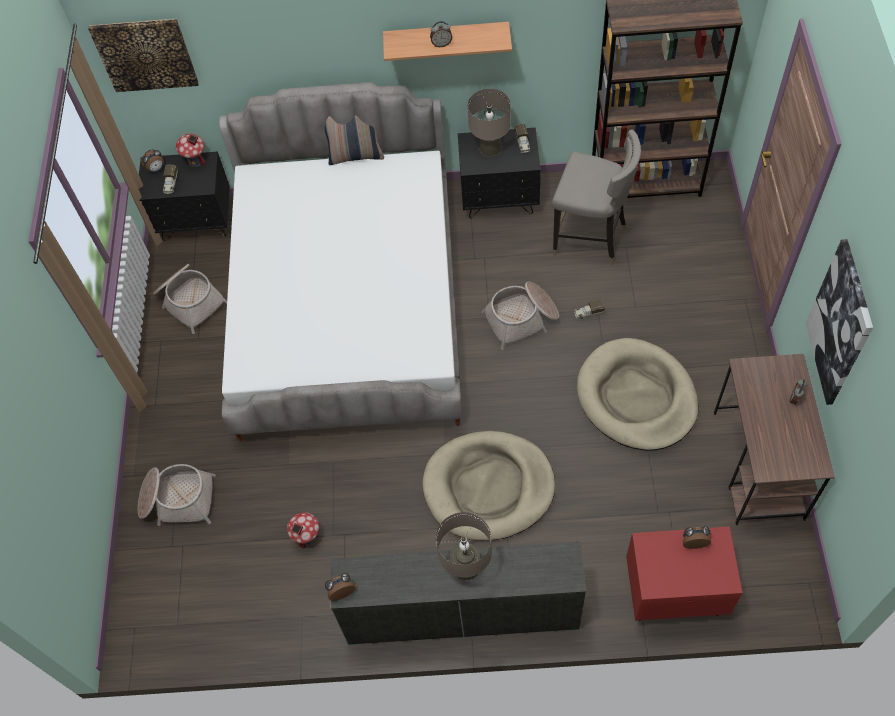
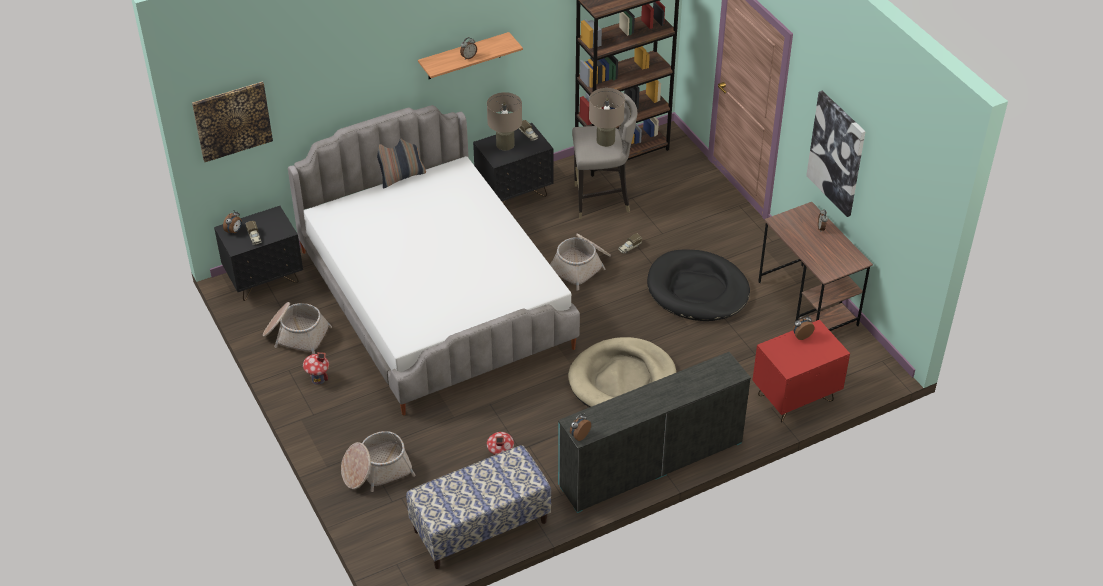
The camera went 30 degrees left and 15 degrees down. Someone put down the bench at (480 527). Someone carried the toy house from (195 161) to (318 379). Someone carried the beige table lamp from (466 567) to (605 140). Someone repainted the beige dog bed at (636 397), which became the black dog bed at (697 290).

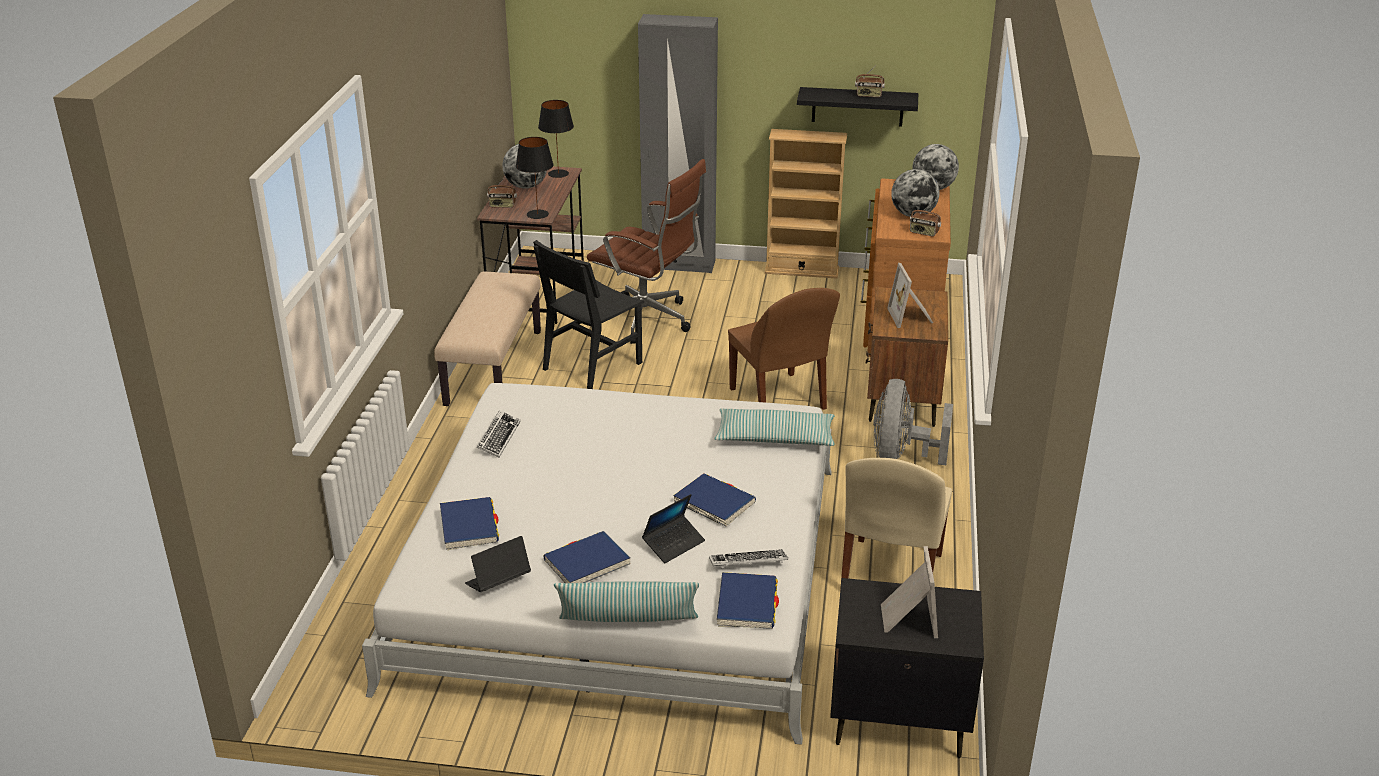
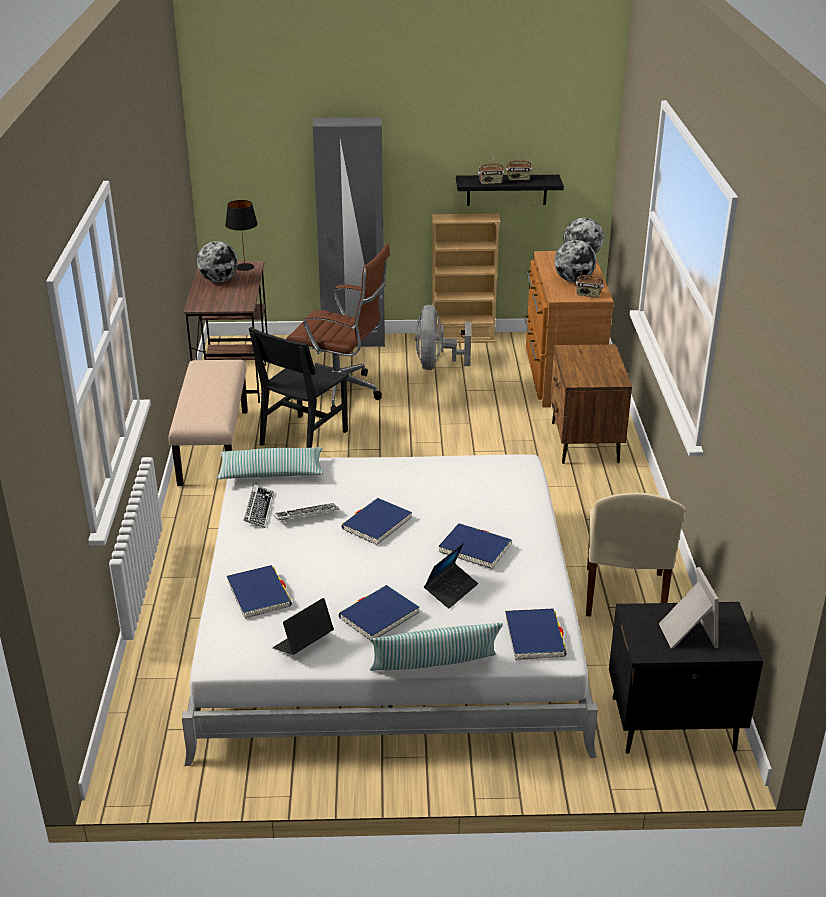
The camera went 10 degrees left and 0 degrees up. Someone took away the black table lamp at (537 214). Someone took away the brown chair at (778 400). Someone took away the picture frame at (911 316). Someone put down the blue book at (377 524). Someone carried the radio from (502 206) to (490 182). Someone carried the keyboard from (748 563) to (306 516). Someone carried the pillow from (774 438) to (271 473). Someone carried the grey fan from (901 458) to (437 365).

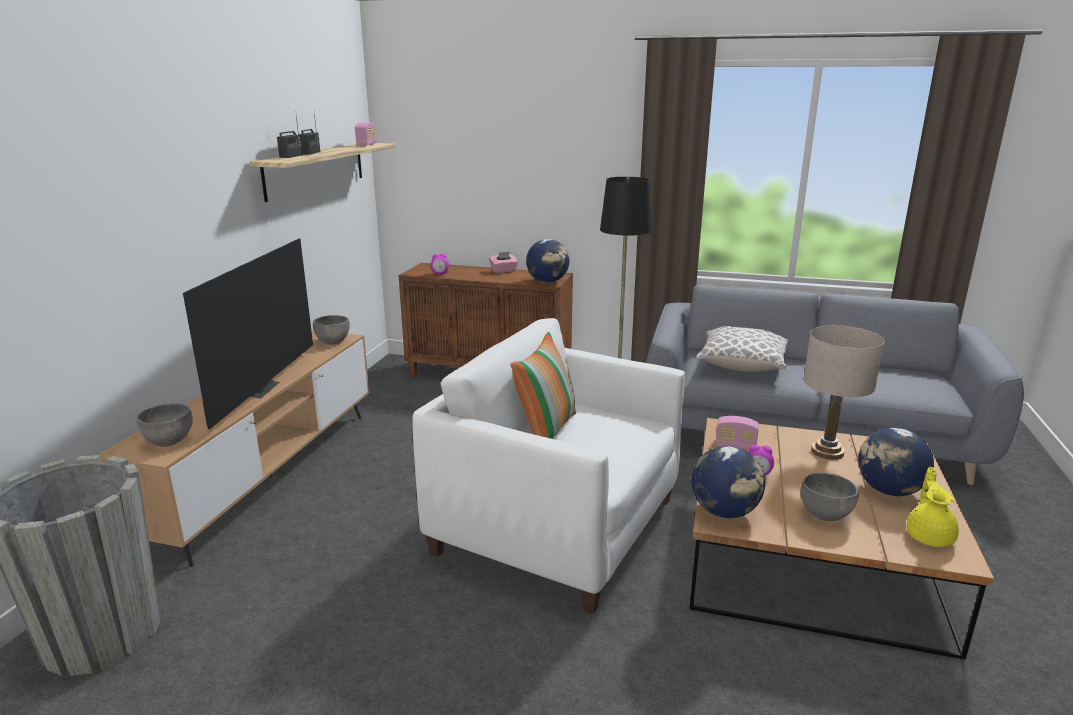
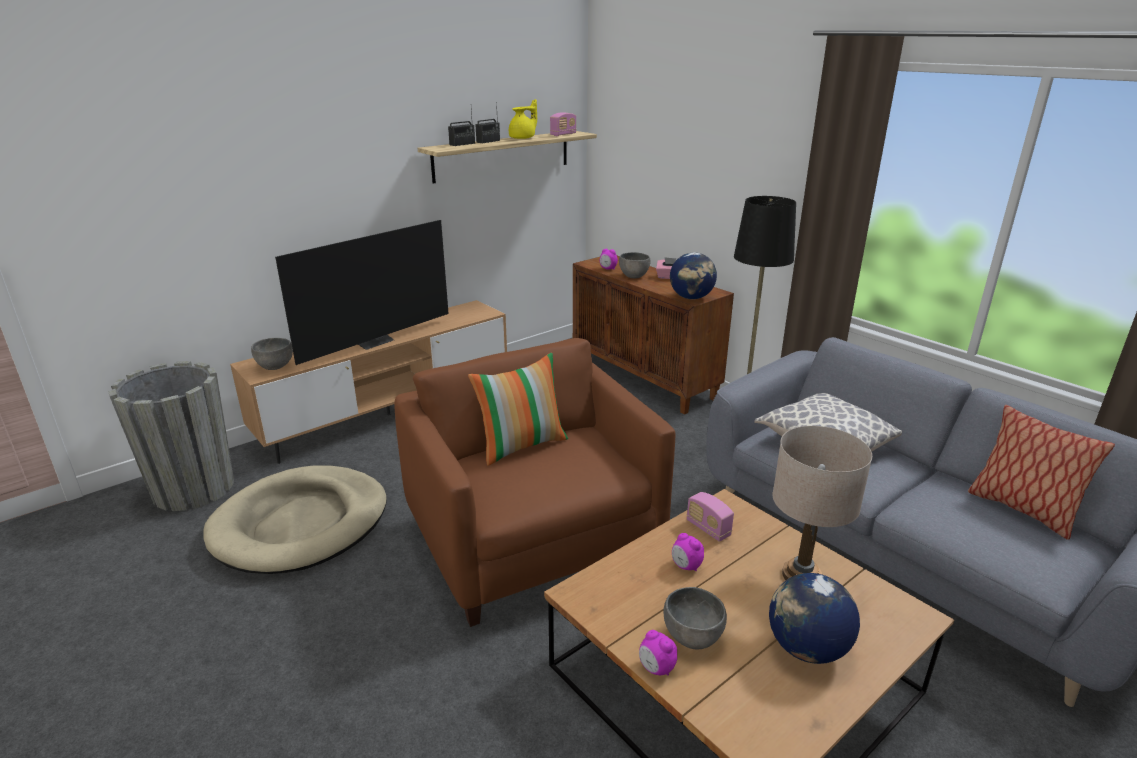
The camera went 35 degrees right and 5 degrees up. Someone took away the globe at (724 512). Someone put down the beige dog bed at (301 524). Someone put down the alarm clock at (656 668). Someone put down the pillow at (1021 509). Someone carried the grey bowl from (333 342) to (634 276). Someone carried the yellow teapot from (929 536) to (523 138). Someone repainted the white armchair at (558 526), which became the brown armchair at (534 540).

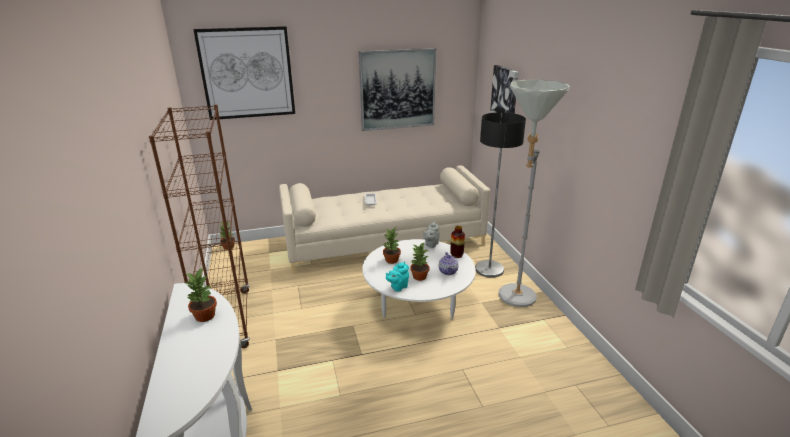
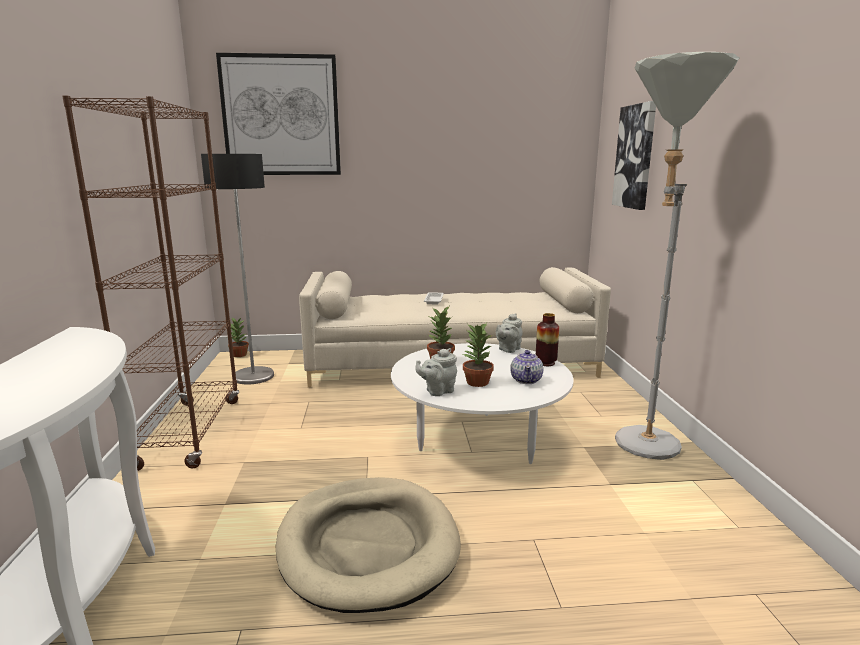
The camera went 10 degrees right and 10 degrees down. Someone took away the potted plant at (205 316). Someone took away the picture at (397 89). Someone put down the beige dog bed at (368 545). Someone carried the floor lamp from (489 269) to (254 376). Someone repainted the turquoise teapot at (398 287), which became the grey teapot at (438 391).

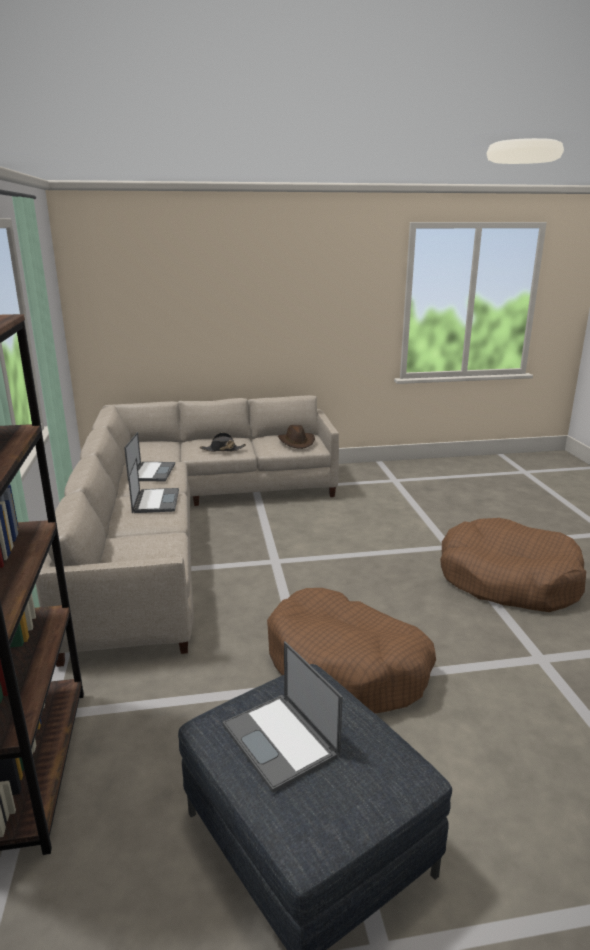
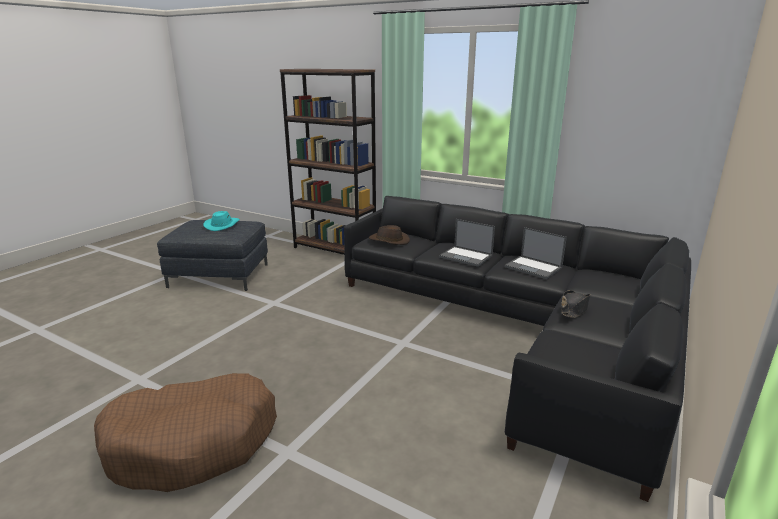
The camera went 130 degrees right and 0 degrees up. Someone took away the brown dog bed at (347 666). Someone carried the brown hat from (296 442) to (389 240). Someone swapped the laptop at (281 741) for the turquoise hat at (222 225). Someone repainted the beige sofa at (183 524), which became the black sofa at (520 329).

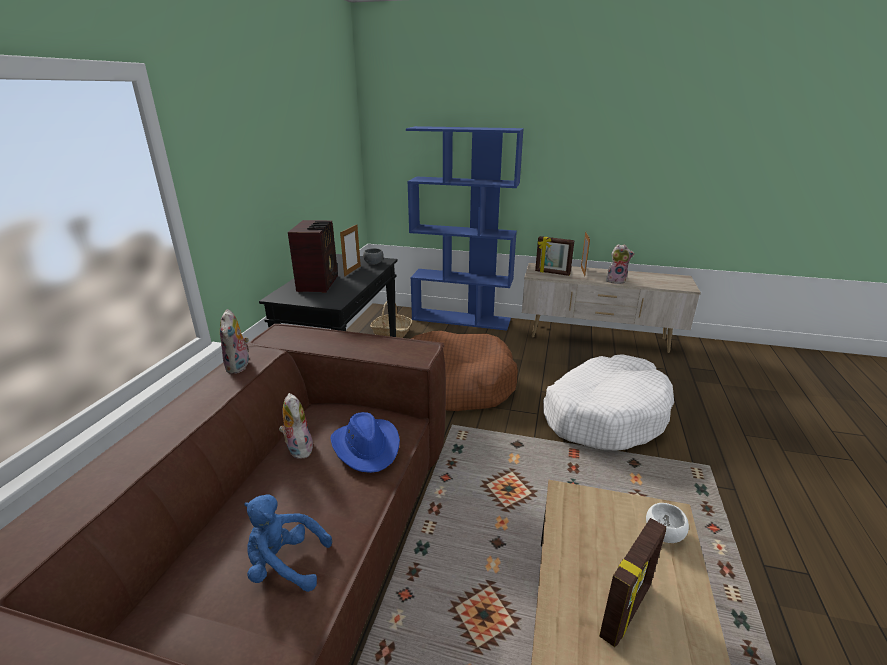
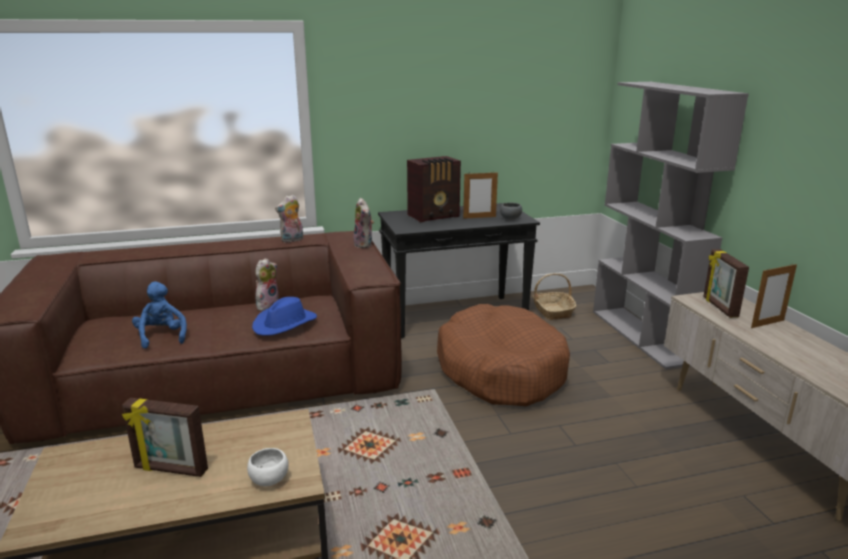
The camera went 60 degrees right and 5 degrees down. Someone took away the white dog bed at (604 414). Someone carried the plush toy from (616 281) to (365 244). Someone repainted the blue bookcase at (462 319), which became the grey bookcase at (642 336).

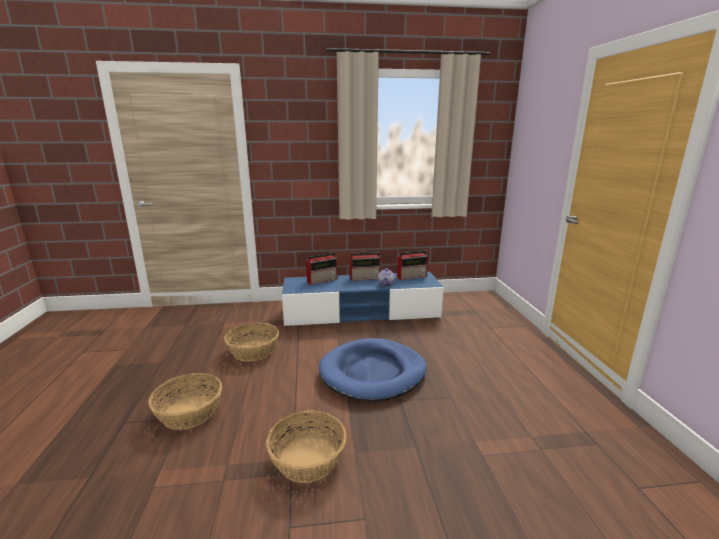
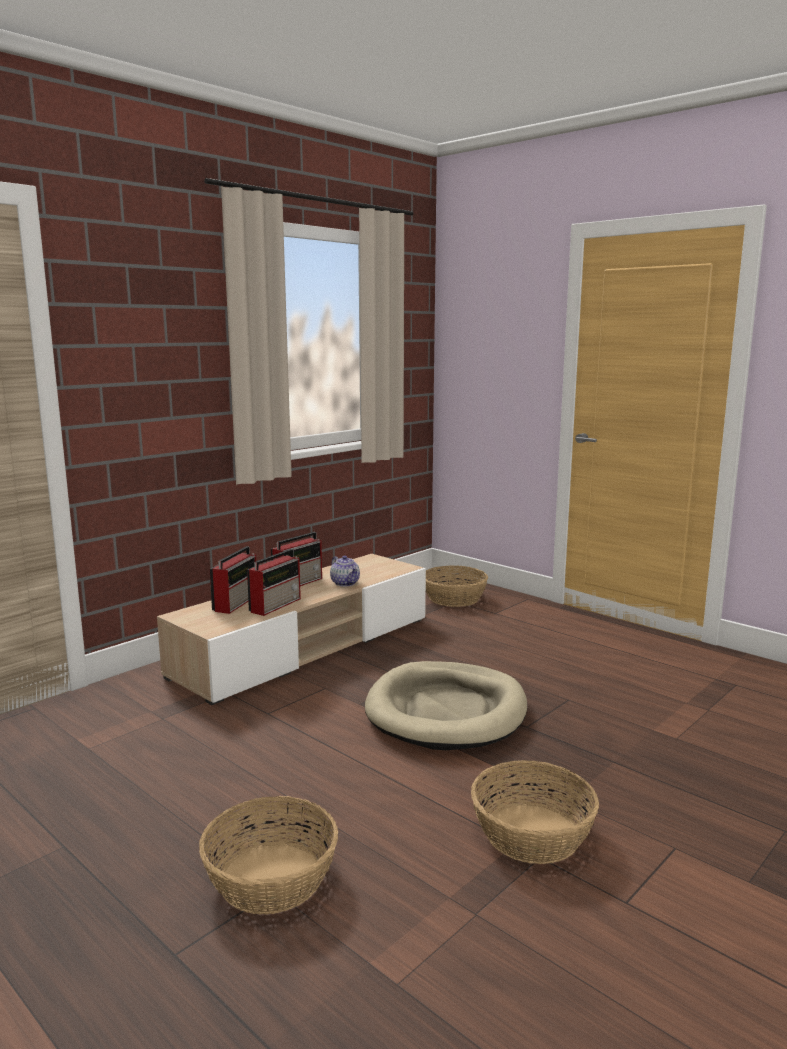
The camera went 40 degrees left and 5 degrees down. Someone carried the basket from (253 351) to (454 598). Someone carried the radio from (412 277) to (276 605). Someone repainted the blue tv stand at (361 313), which became the beige tv stand at (305 647). Someone repainted the blue dog bed at (373 373), which became the beige dog bed at (446 711).

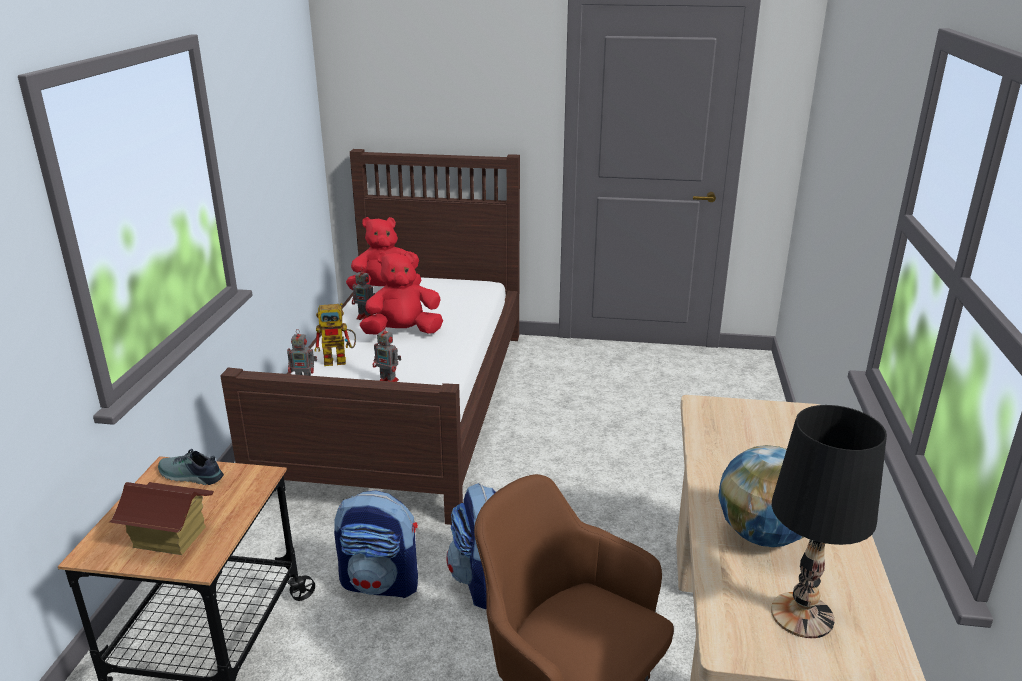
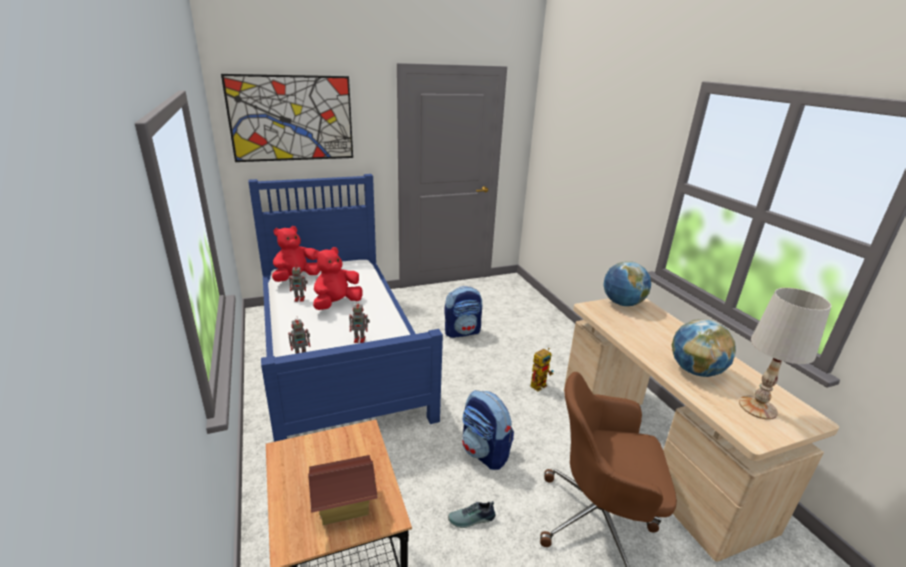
The camera went 30 degrees left and 0 degrees up. Someone put up the picture at (292 118). Someone put down the globe at (622 303). Someone carried the shoe from (190 476) to (472 519). Someone carried the toy robot from (340 360) to (539 383). Someone carried the backpack from (381 583) to (462 332). Someone repainted the brown bed at (405 405), which became the blue bed at (339 353). Someone repainted the black table lamp at (803 616), which became the white table lamp at (758 407).

